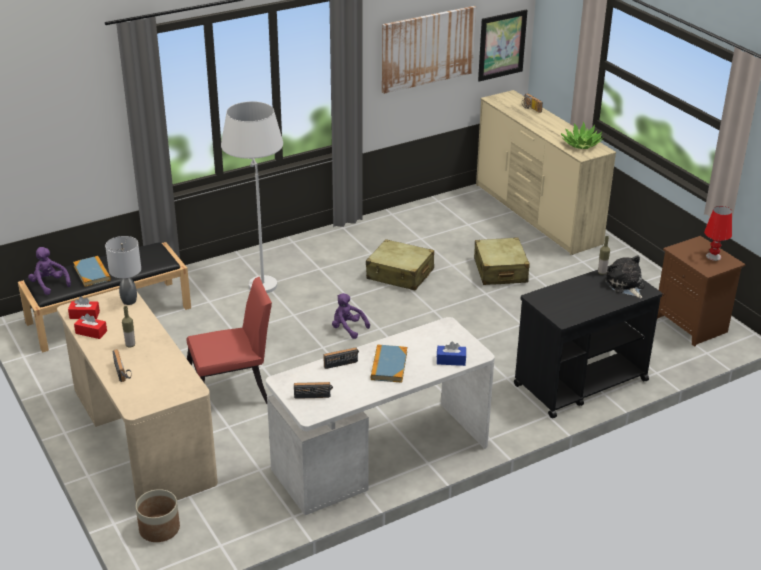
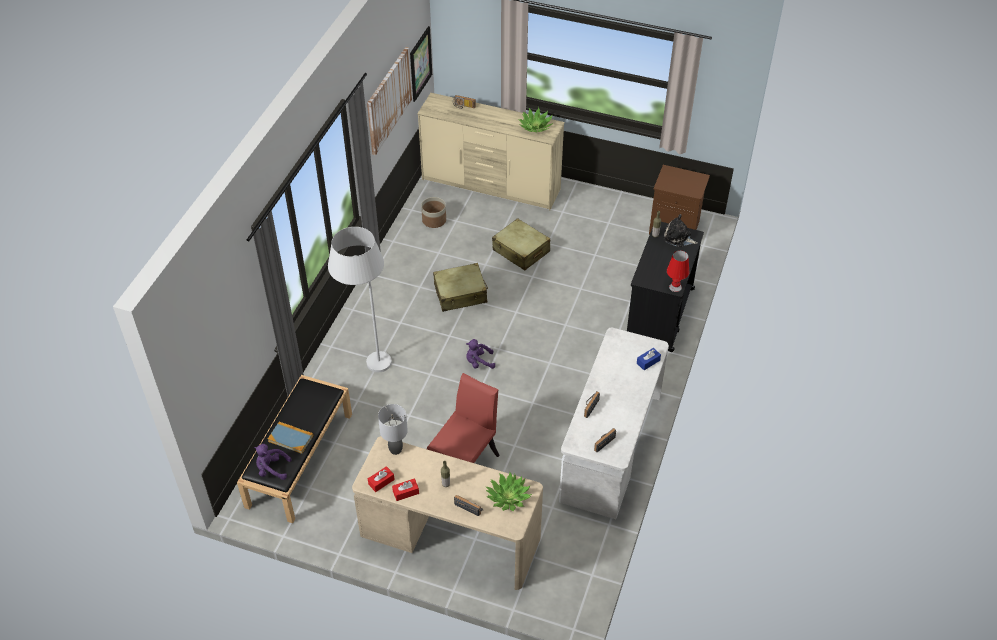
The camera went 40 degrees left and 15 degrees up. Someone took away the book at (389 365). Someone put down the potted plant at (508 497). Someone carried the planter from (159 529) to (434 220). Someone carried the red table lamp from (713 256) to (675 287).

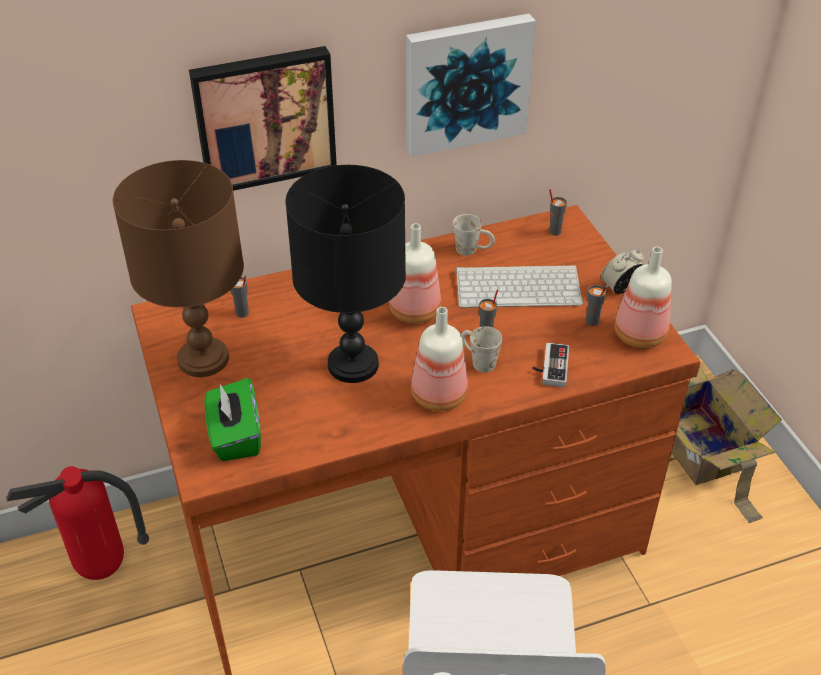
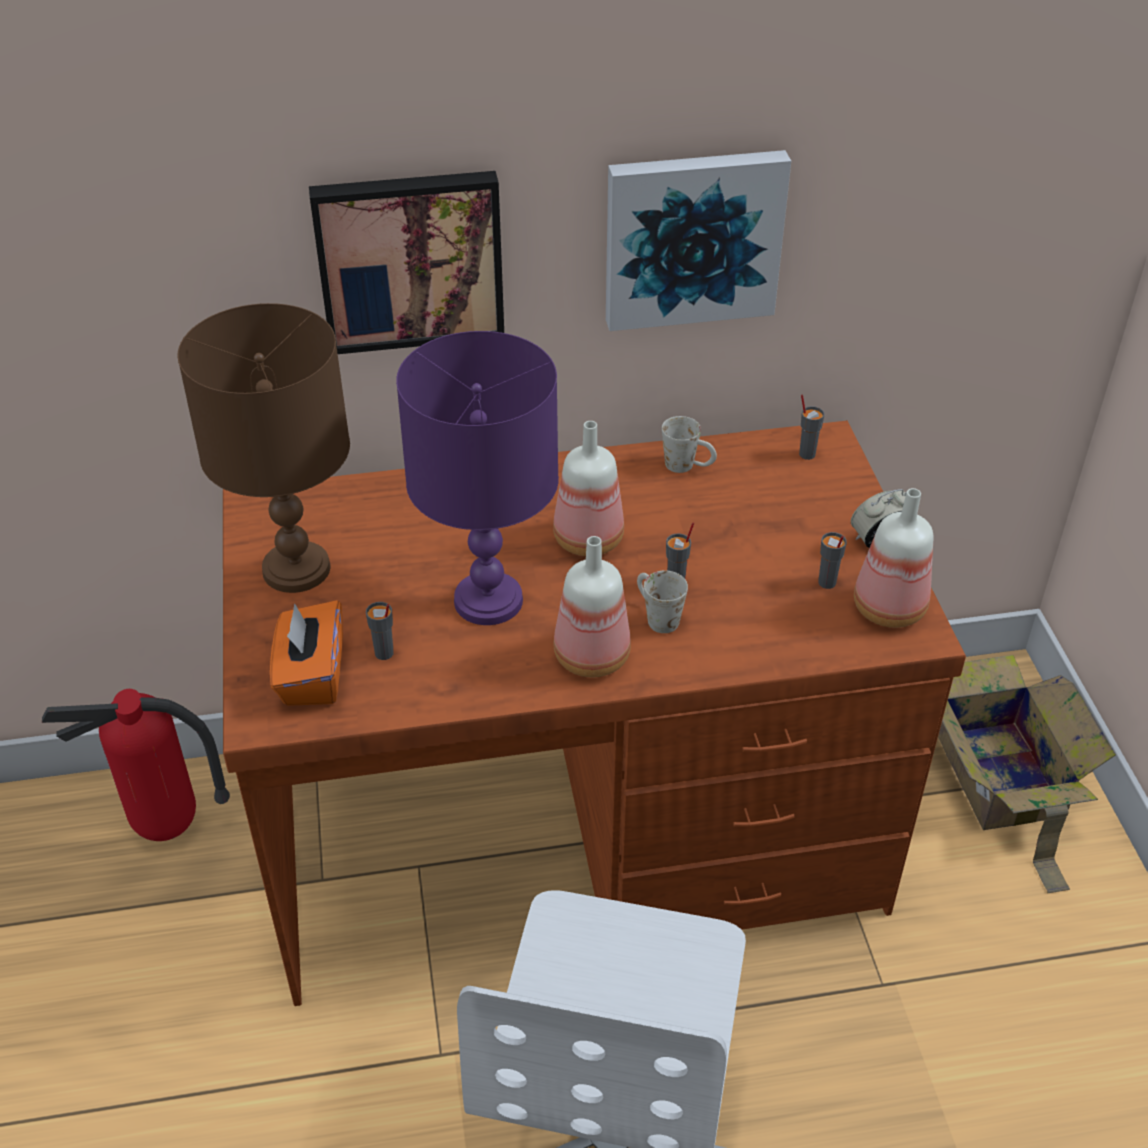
The camera went 10 degrees right and 0 degrees up. Someone took away the keyboard at (519 286). Someone took away the game controller at (549 367). Someone carried the grey cup from (242 313) to (384 653). Someone repainted the green tissue box at (235 436), which became the orange tissue box at (312 676). Someone repainted the black table lamp at (353 363), which became the purple table lamp at (489 599).

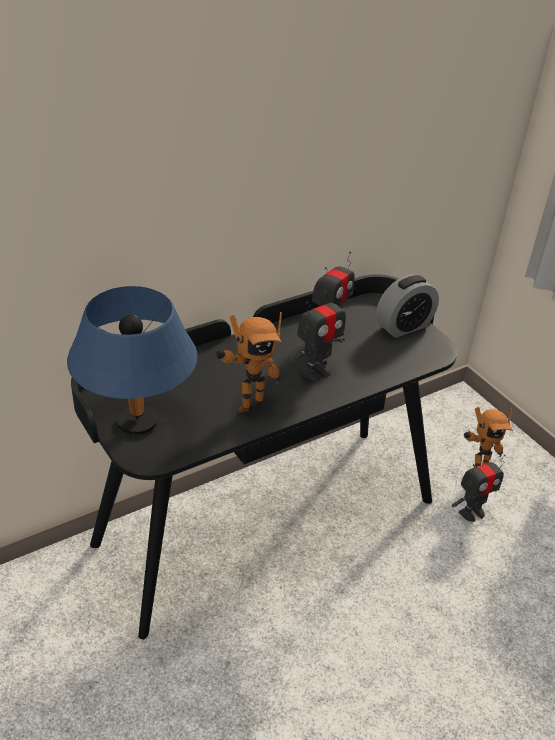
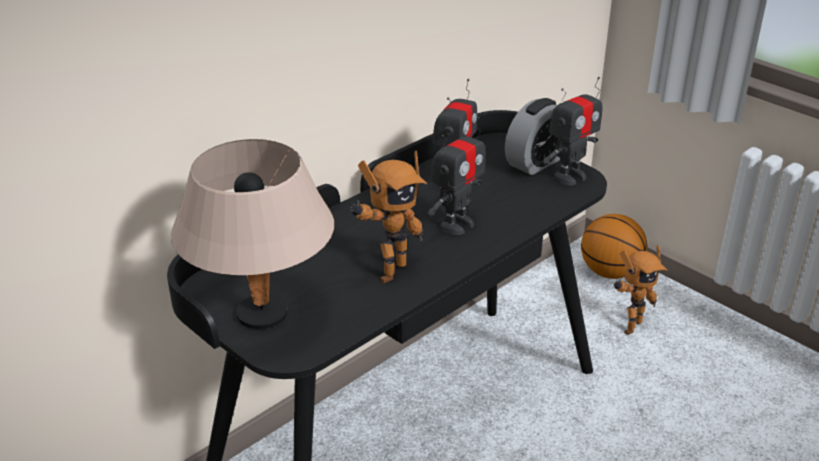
The camera went 10 degrees left and 5 degrees down. Someone put down the basketball at (609 272). Someone carried the toy robot from (472 512) to (569 176). Someone repainted the blue table lamp at (138 422), which became the beige table lamp at (263 314).

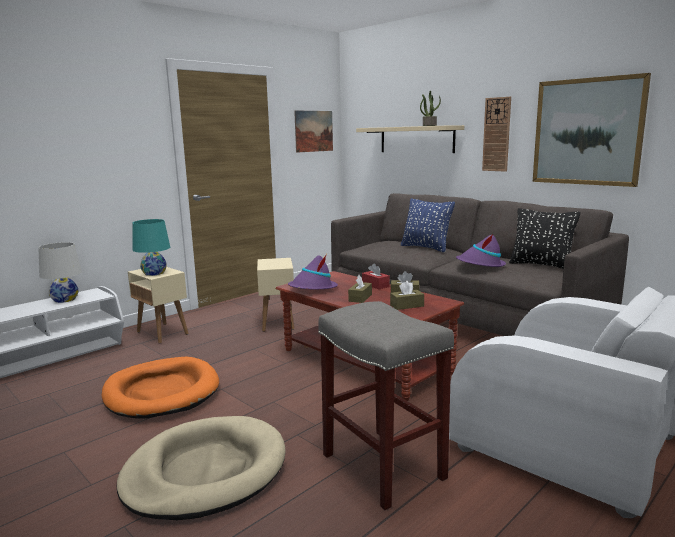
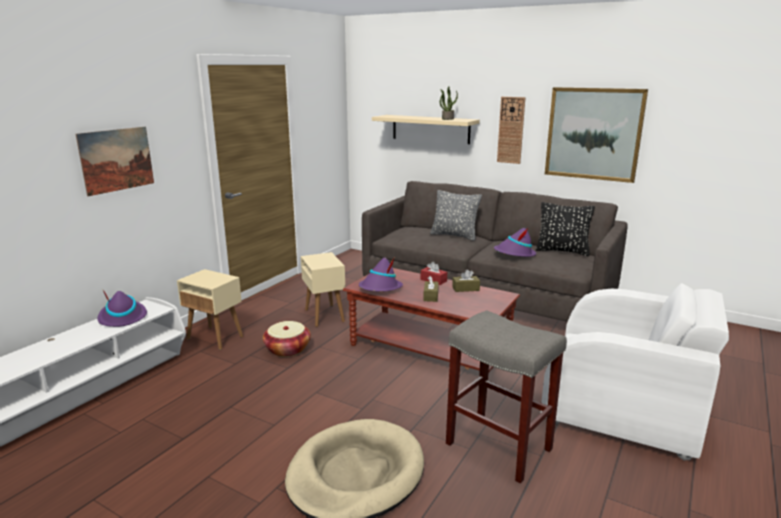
The camera went 15 degrees left and 5 degrees up. Someone took away the orange dog bed at (162 392). Someone took away the turquoise table lamp at (154 273). Someone took away the brown tissue box at (407 305). Someone put down the basket at (287 349). Someone carried the picture from (314 131) to (117 160). Someone swapped the white table lamp at (64 299) for the purple hat at (122 317). Someone repainted the blue pillow at (426 248), which became the grey pillow at (454 236).

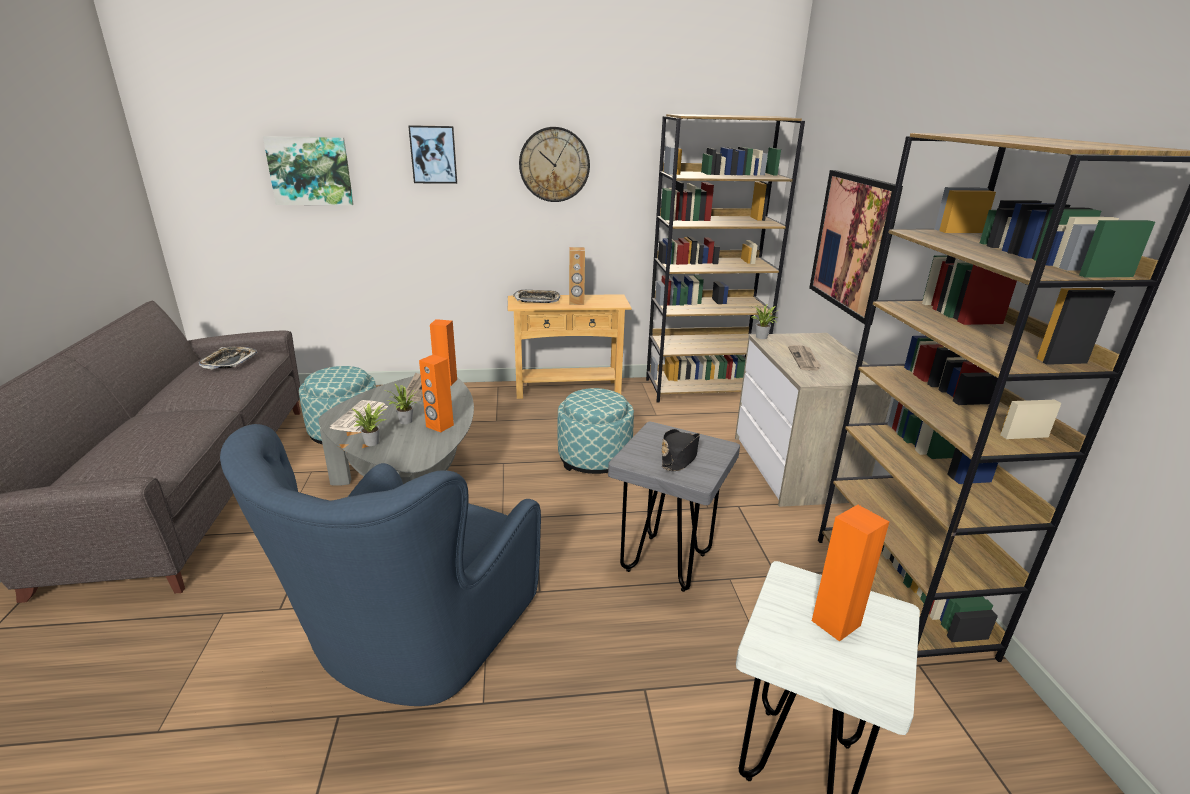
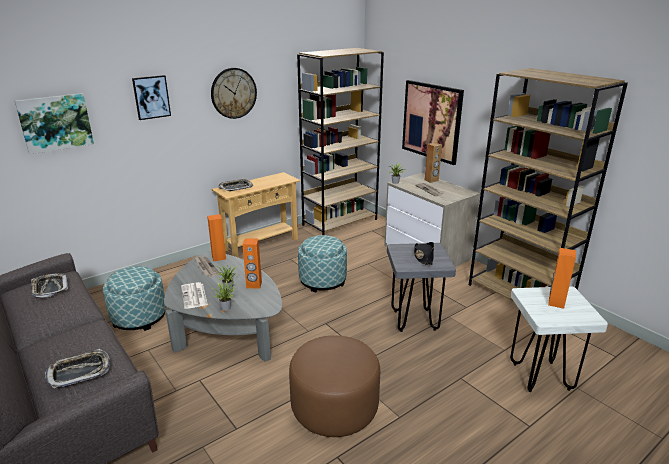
The camera went 30 degrees left and 0 degrees up. Someone put down the tray at (79 372). Someone carried the brown speaker from (576 302) to (431 180). Someone swapped the blue armchair at (414 641) for the brown ottoman at (334 408).

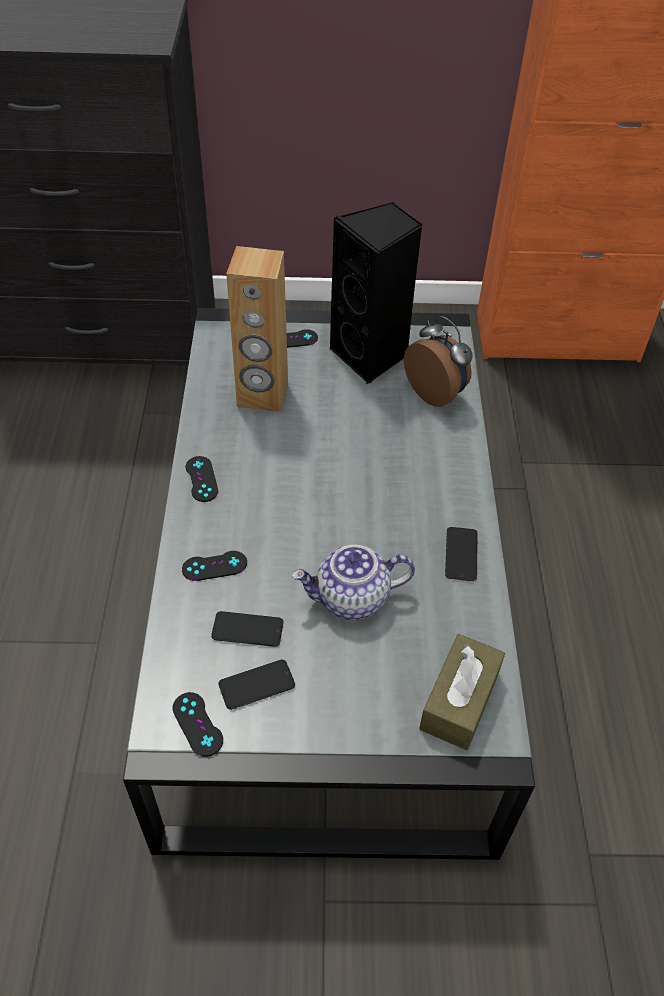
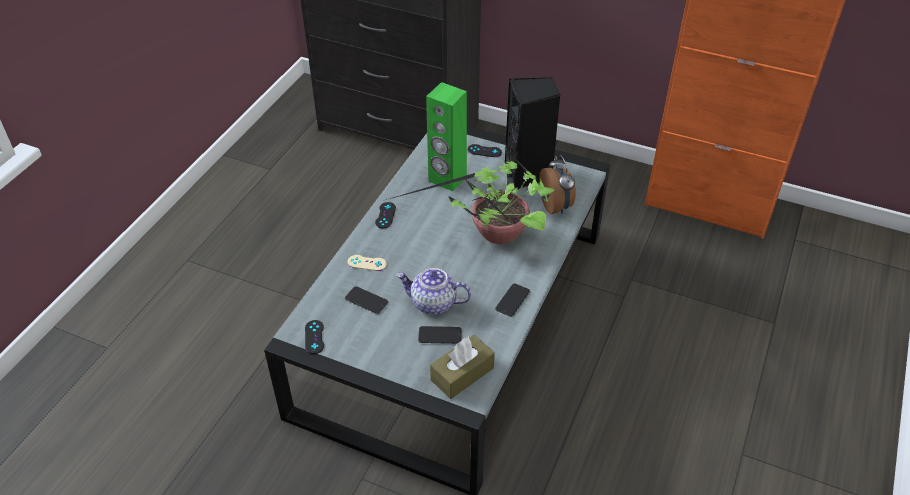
The camera went 25 degrees right and 5 degrees down. Someone put down the potted plant at (495 235). Someone carried the phone from (257 685) to (440 335). Someone repainted the black game controller at (214 566), which became the beige game controller at (367 263). Someone repainted the brown speaker at (262 396), which became the green speaker at (447 179).

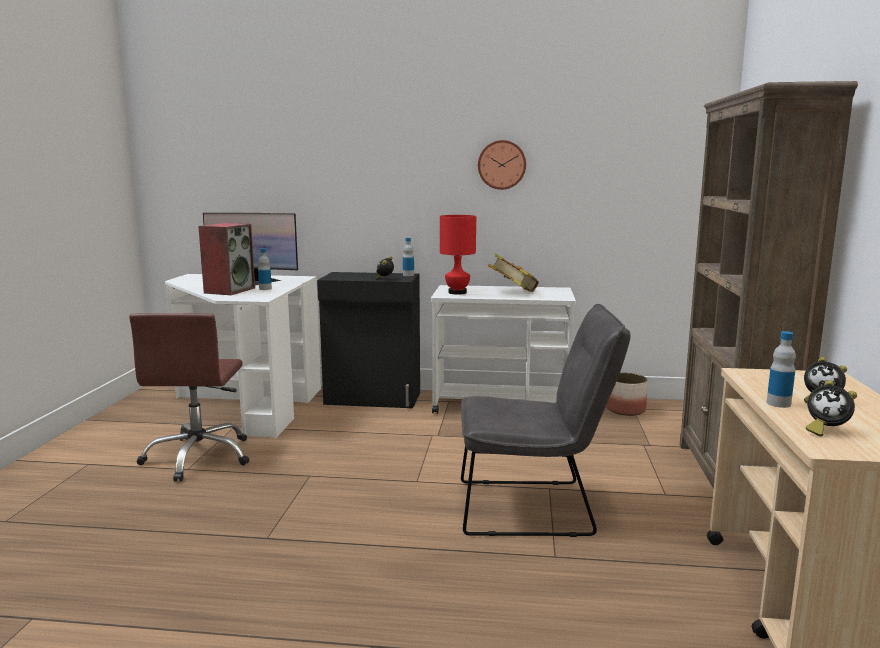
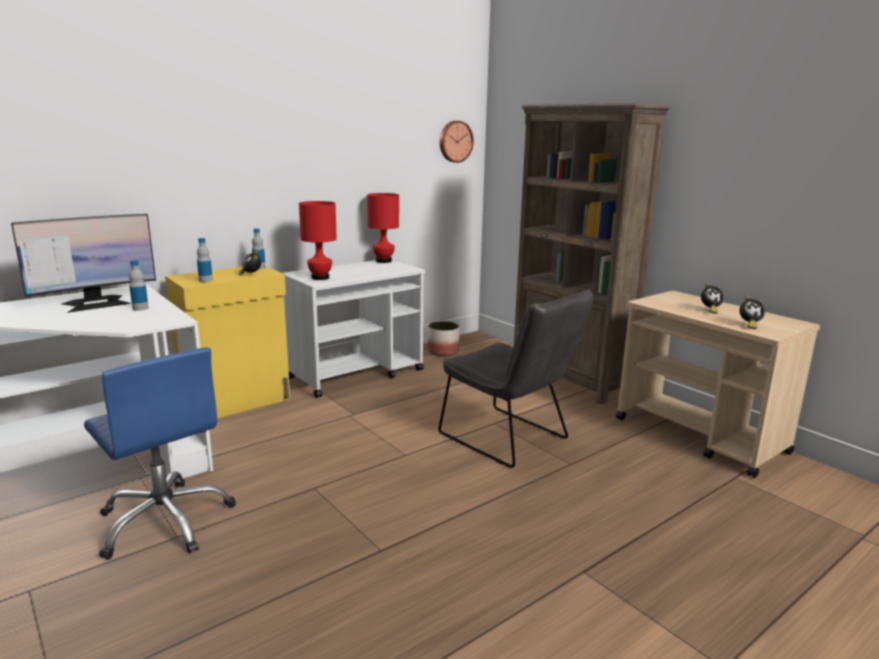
The camera went 45 degrees left and 5 degrees up. Someone took away the speaker at (229 290). Someone took away the book at (513 292). Someone put down the red table lamp at (384 261). Someone carried the wall clock from (502 165) to (455 141). Someone carried the bottle from (778 403) to (205 280). Someone repainted the brown office chair at (199 457), which became the blue office chair at (166 521). Someone repainted the black cabinet at (373 399), which became the yellow cabinet at (237 402). Someone rotated the grey chair at (535 508) by 90 degrees clockwise.

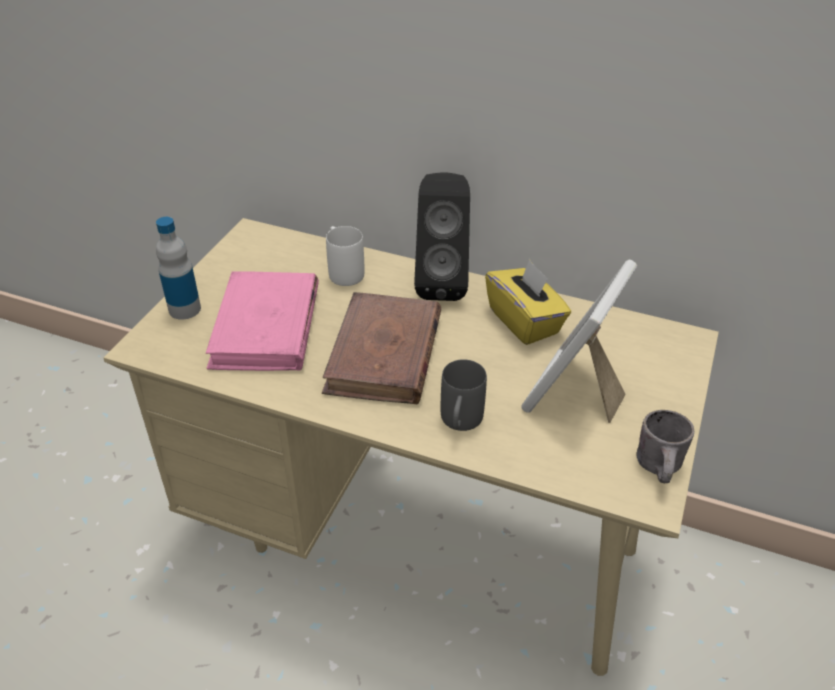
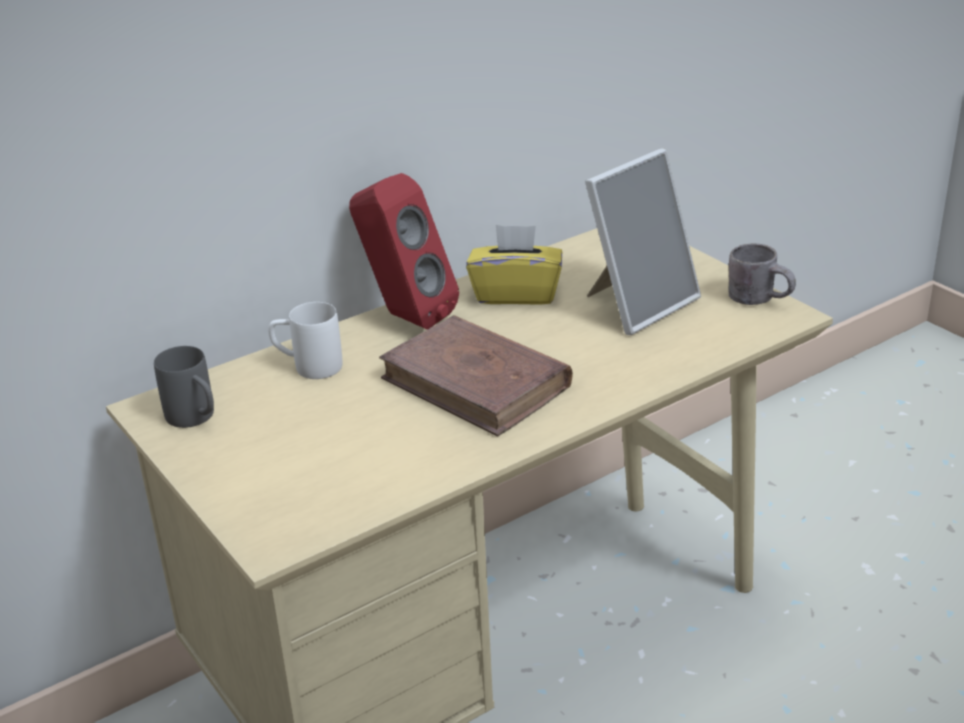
The camera went 55 degrees left and 10 degrees down. Someone took away the bottle at (184 309). Someone took away the pink book at (266 327). Someone carried the grey mug from (459 423) to (196 419). Someone repainted the black speaker at (441 283), which became the red speaker at (404 317). Someone rotated the picture frame at (574 394) by 105 degrees counterclockwise.

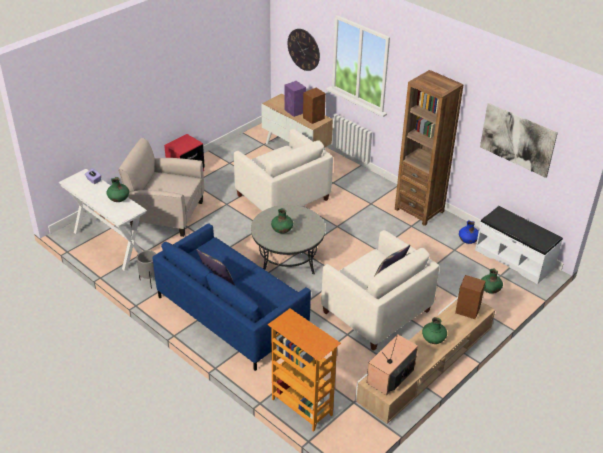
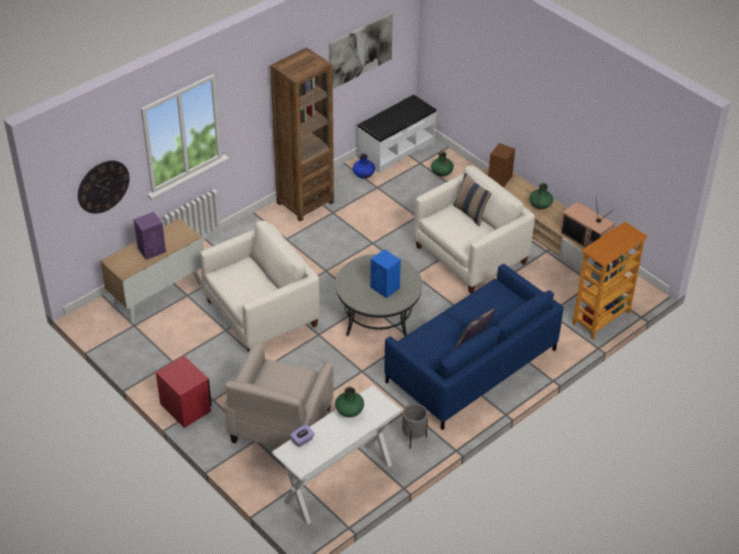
The camera went 85 degrees left and 5 degrees up. Someone took away the brown speaker at (314 118). Someone swapped the green vase at (282 231) for the blue speaker at (385 288).

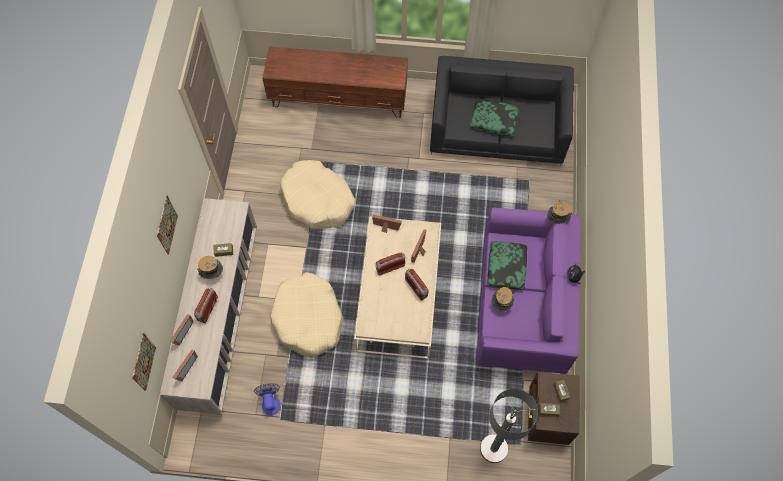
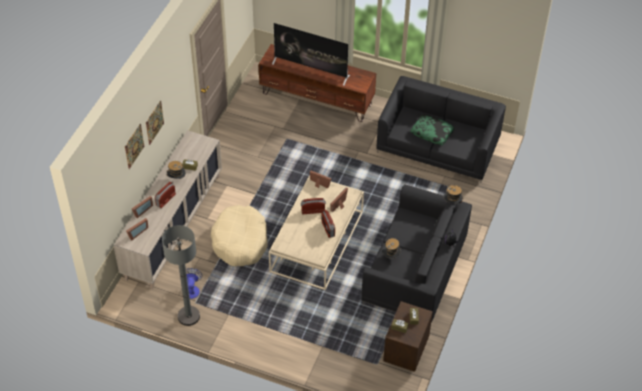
The camera went 15 degrees right and 15 degrees down. Someone took away the beige dog bed at (318 200). Someone took away the pillow at (506 268). Someone put down the television at (311 69). Someone carried the picture from (143 362) to (134 146). Someone carried the grey floor lamp from (493 448) to (188 316). Someone repainted the purple sofa at (523 303), which became the black sofa at (415 270).

